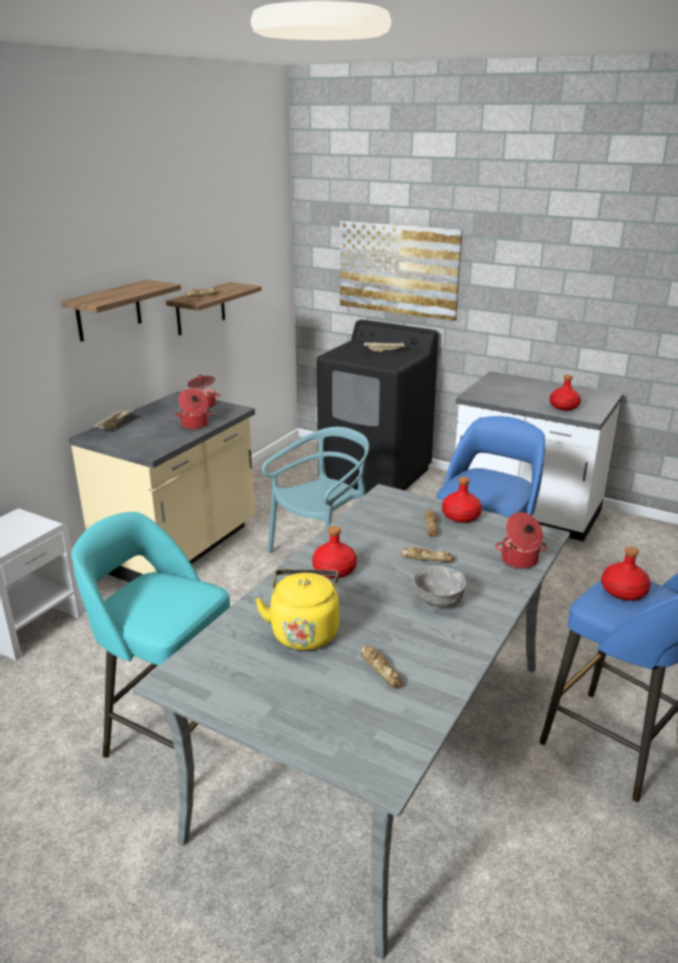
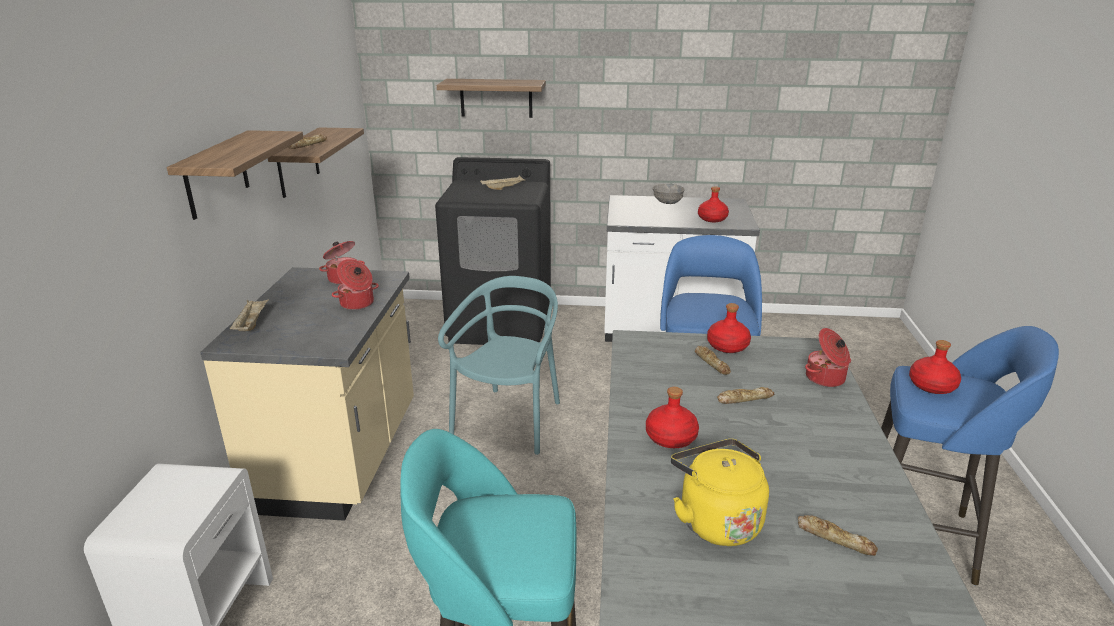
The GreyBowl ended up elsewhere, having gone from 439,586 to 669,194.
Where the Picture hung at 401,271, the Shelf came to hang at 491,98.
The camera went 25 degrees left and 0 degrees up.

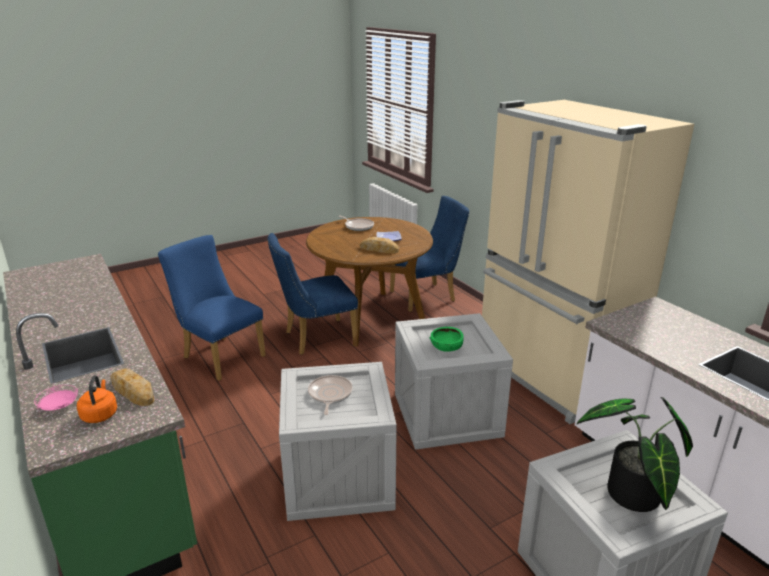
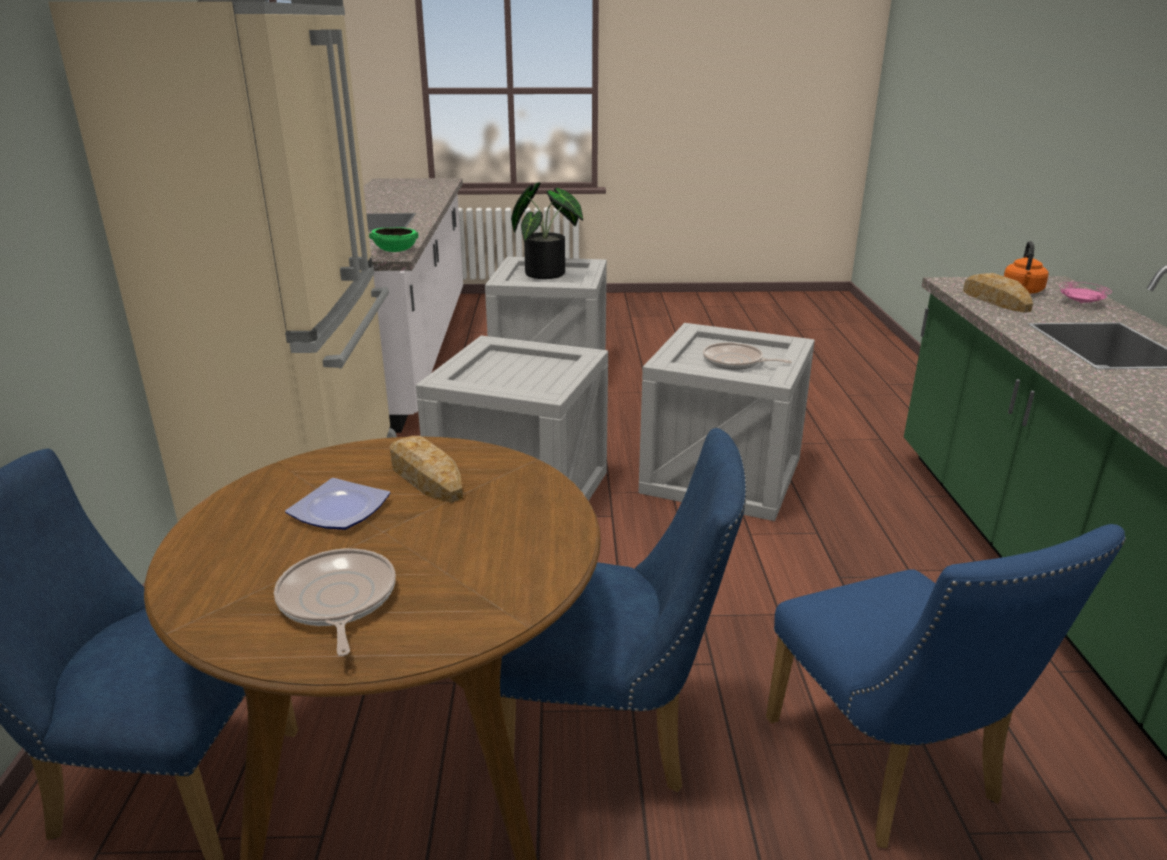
The GreenBowl ended up elsewhere, having gone from 446,339 to 393,239.
The FryingPan at 330,395 ended up facing another way, 90 degrees clockwise from before.
The camera went 150 degrees left and 0 degrees up.

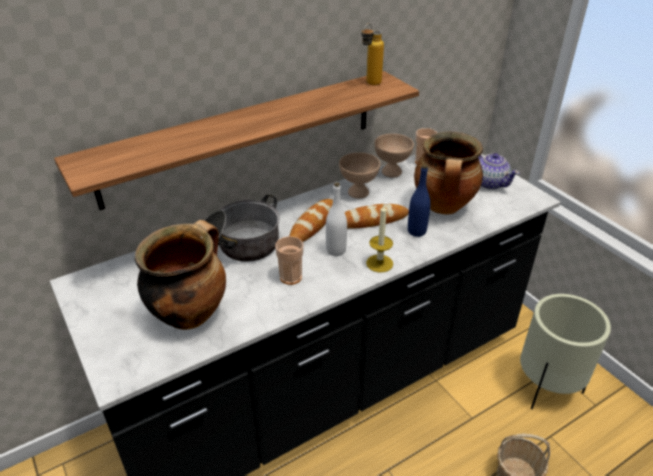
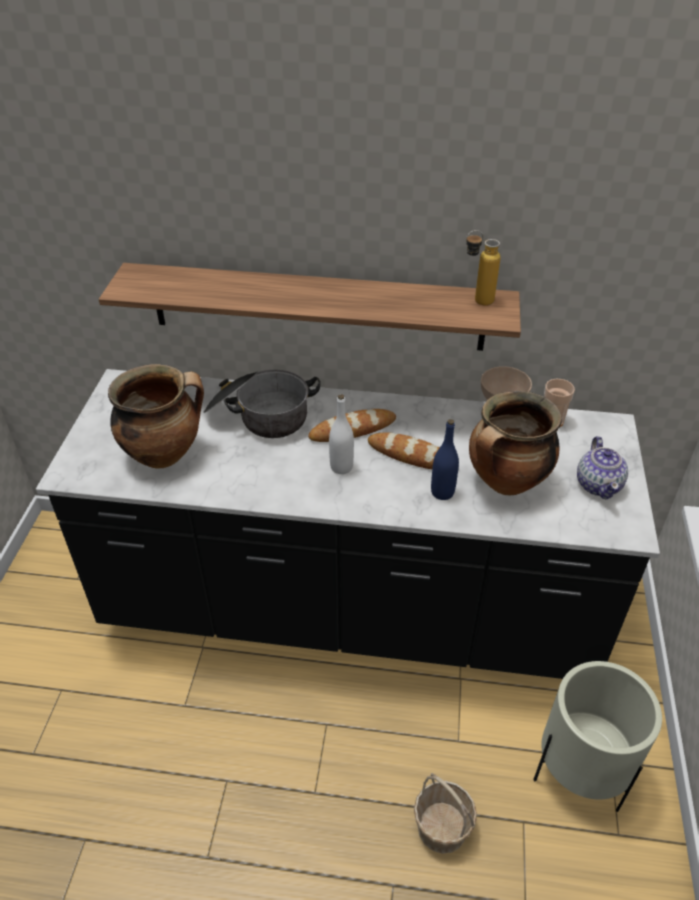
The second view lost the Cup at 289,260.
The second view lost the BeigeBowl at 359,175.
The second view lost the Candle at 379,239.
The camera went 40 degrees right and 5 degrees up.

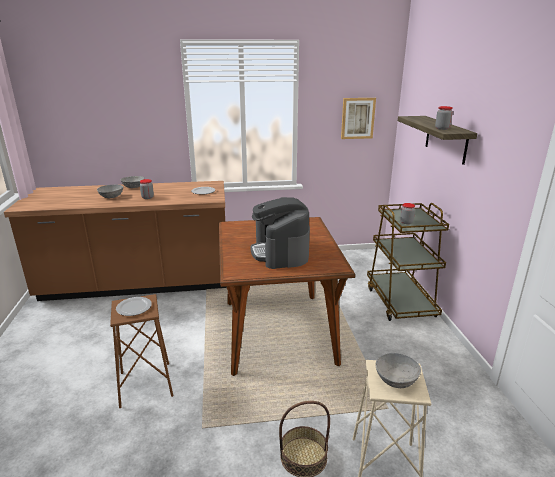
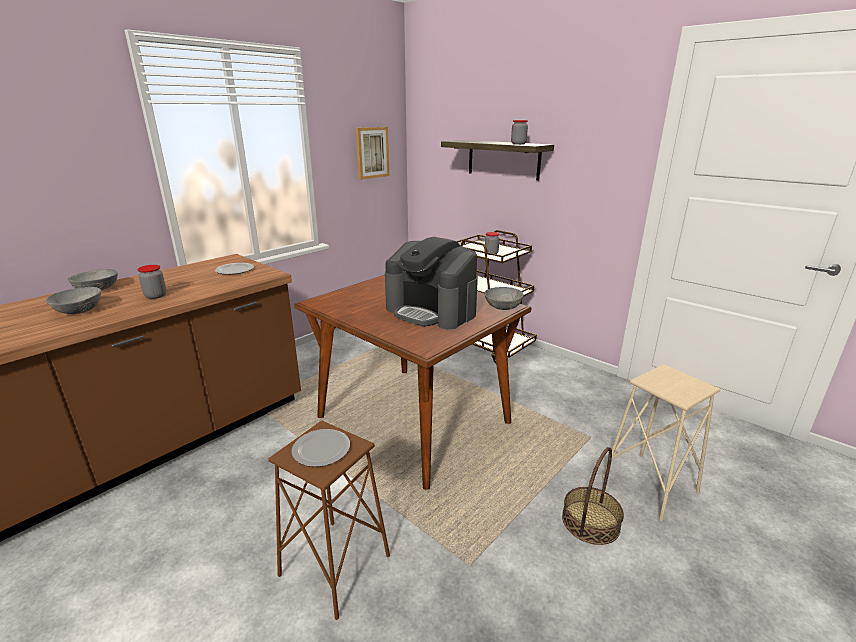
The GreyBowl ended up elsewhere, having gone from 398,370 to 504,298.
The camera went 40 degrees left and 0 degrees up.

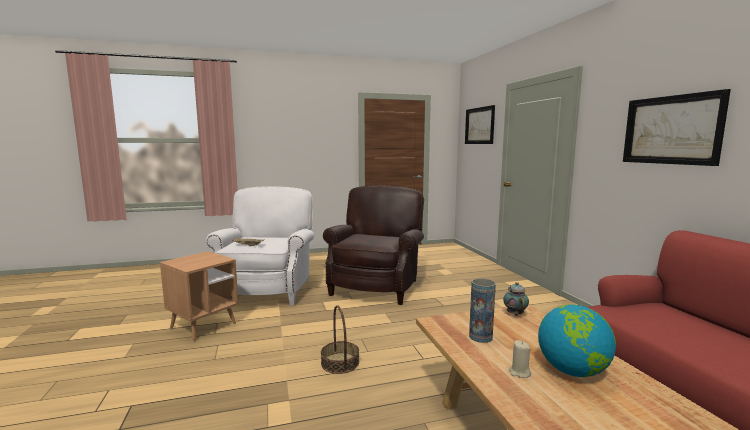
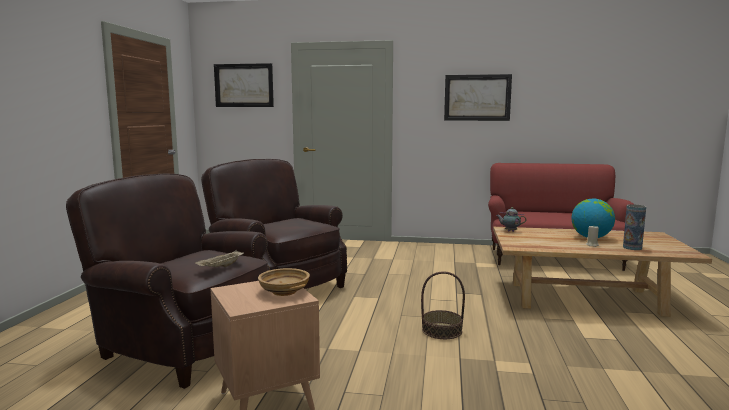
The second view gained the BeigeBowl at 284,282.
The Vase ended up elsewhere, having gone from 482,310 to 634,227.
What was the WhiteArmchair at 260,246 turned into the BrownArmchair at 167,281.
The camera went 65 degrees left and 0 degrees up.

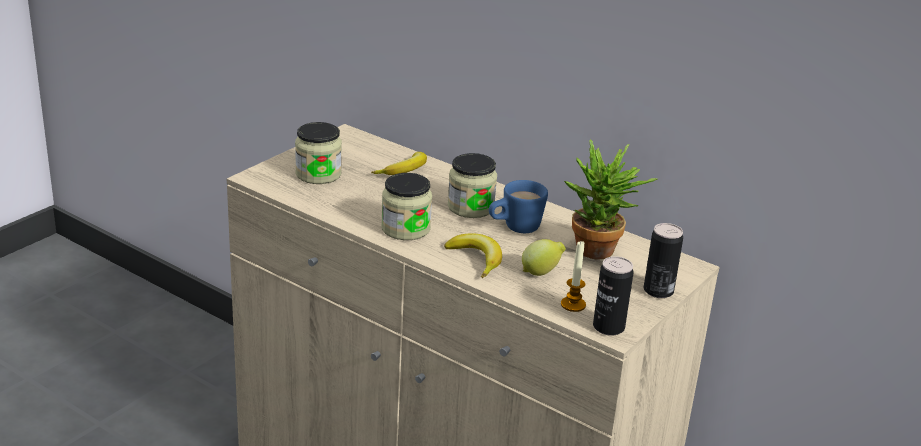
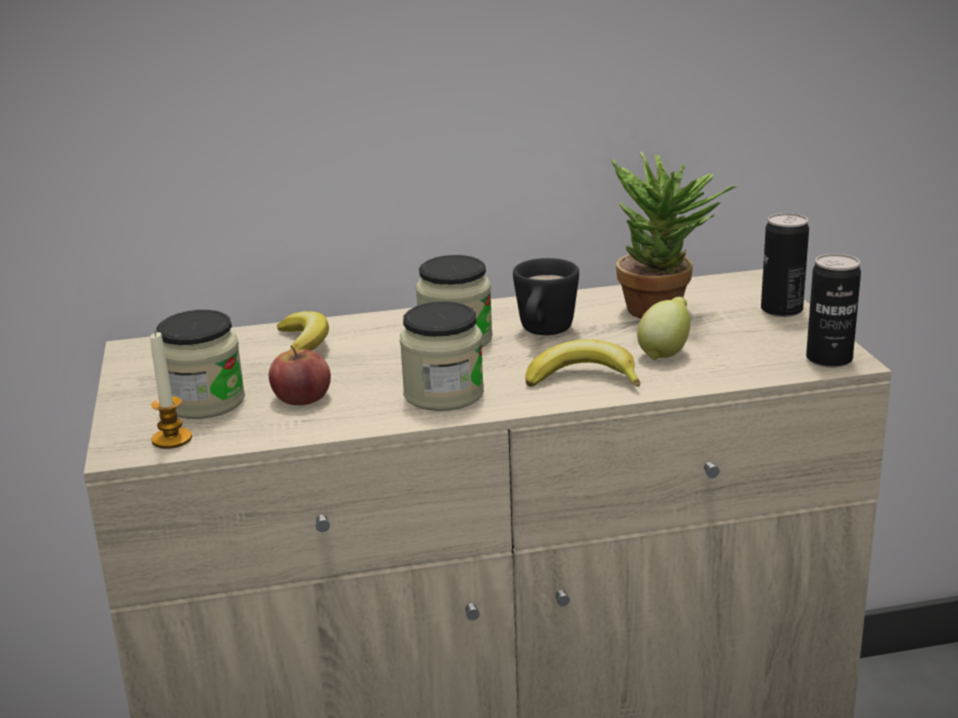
The second view gained the Apple at 300,375.
The Candle ended up elsewhere, having gone from 573,276 to 171,390.
What was the BlueMug at 518,206 turned into the BlackMug at 546,296.
The camera went 45 degrees left and 5 degrees down.

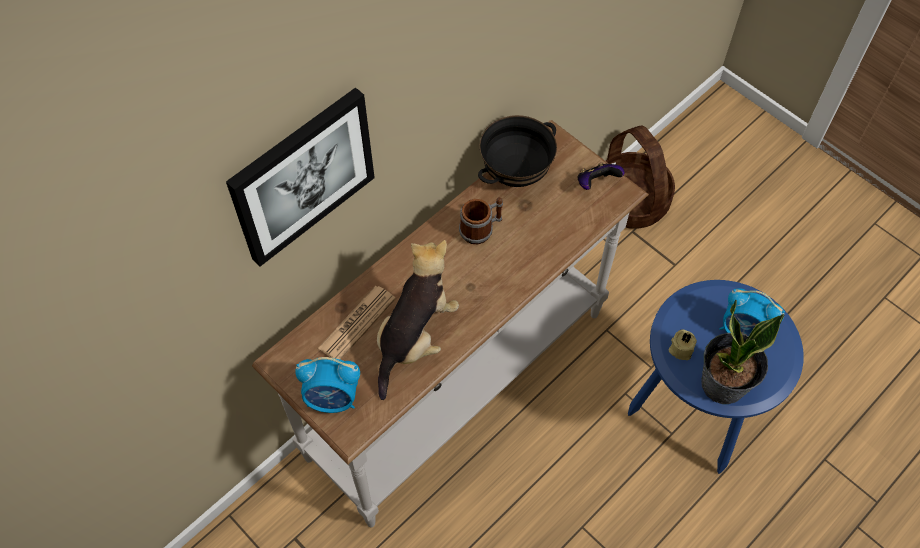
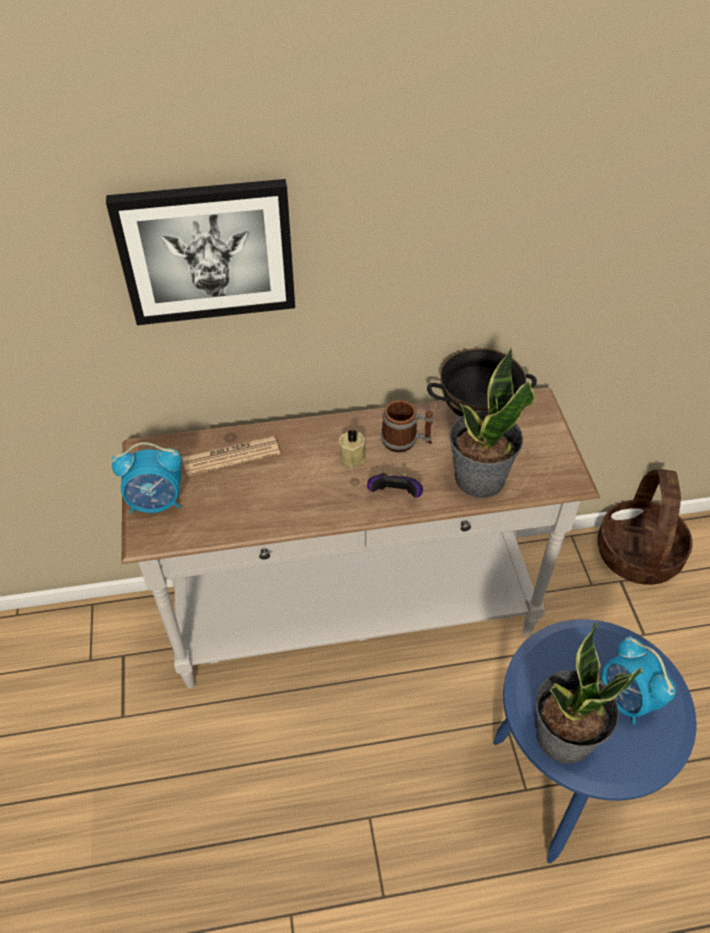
The second view lost the PlushToy at 418,320.
The second view gained the PottedPlant at 492,423.
The GameController ended up elsewhere, having gone from 601,176 to 395,484.
The BeigeCandle ended up elsewhere, having gone from 683,344 to 352,449.
The AlarmClock at 327,385 ended up facing another way, 45 degrees counterclockwise from before.
The camera went 35 degrees right and 10 degrees down.

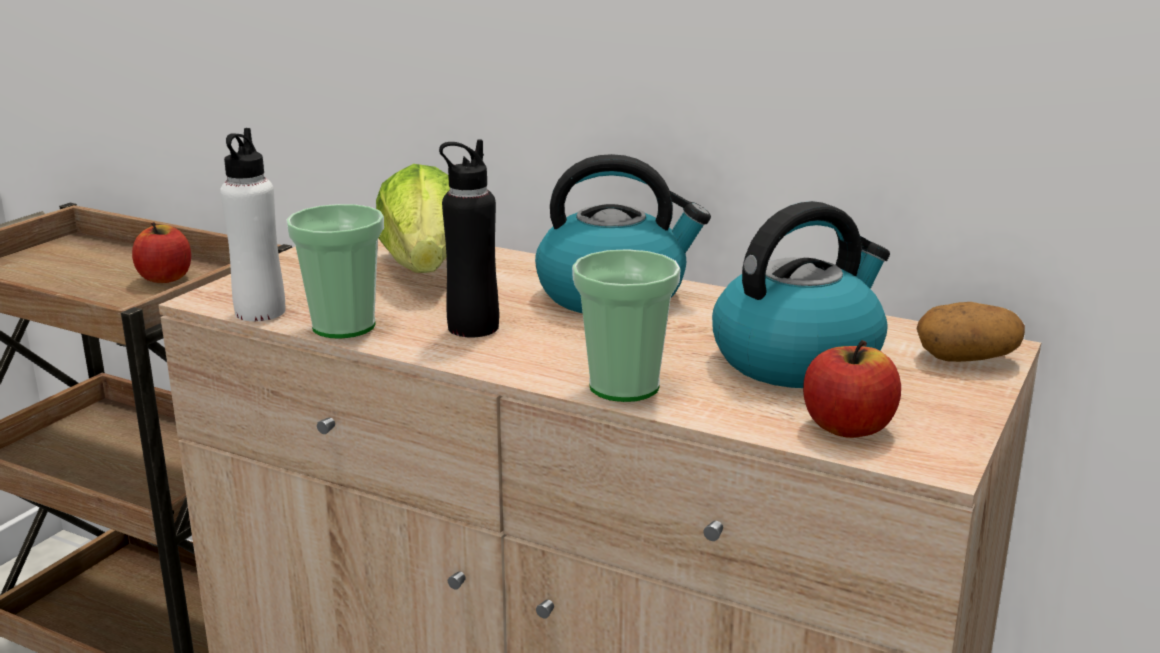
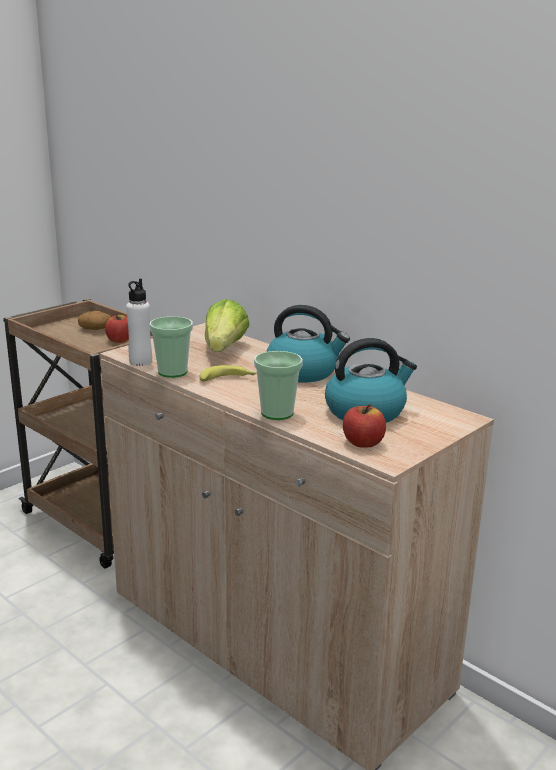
The Potato ended up elsewhere, having gone from 970,332 to 94,320.
Where the BlackBottle stood at 469,238, the Banana came to stand at 228,373.
The camera went 15 degrees right and 0 degrees up.

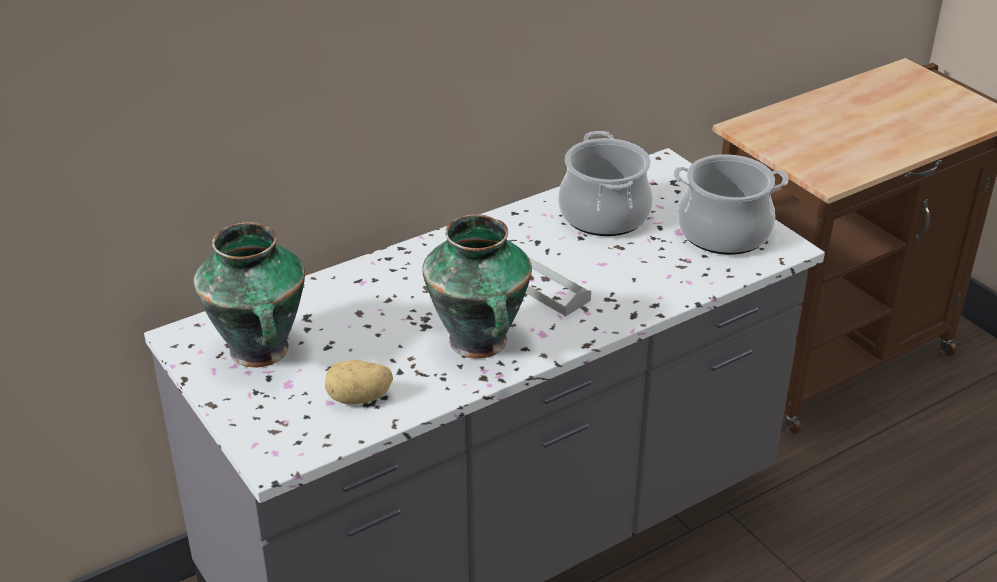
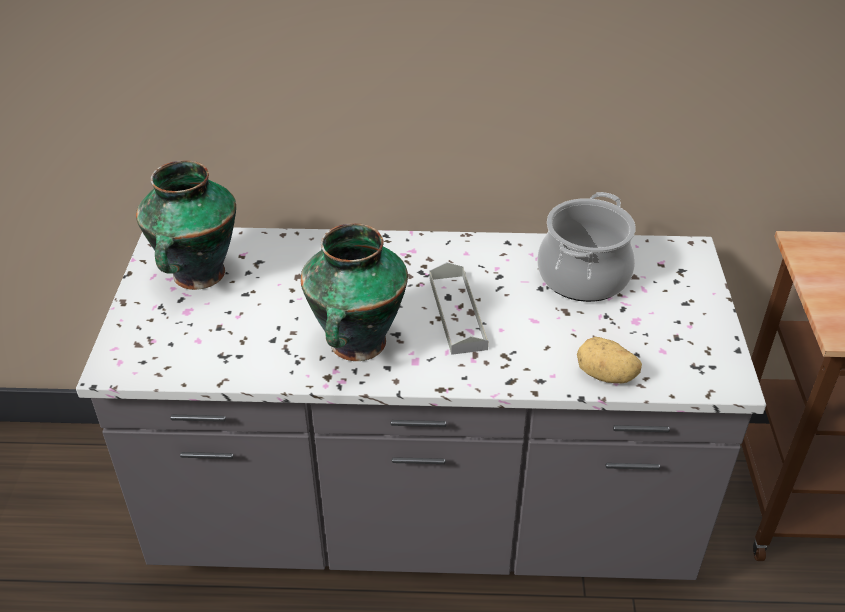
The second view lost the CookingPot at 731,204.
The Potato ended up elsewhere, having gone from 359,382 to 609,360.
The camera went 35 degrees right and 5 degrees up.

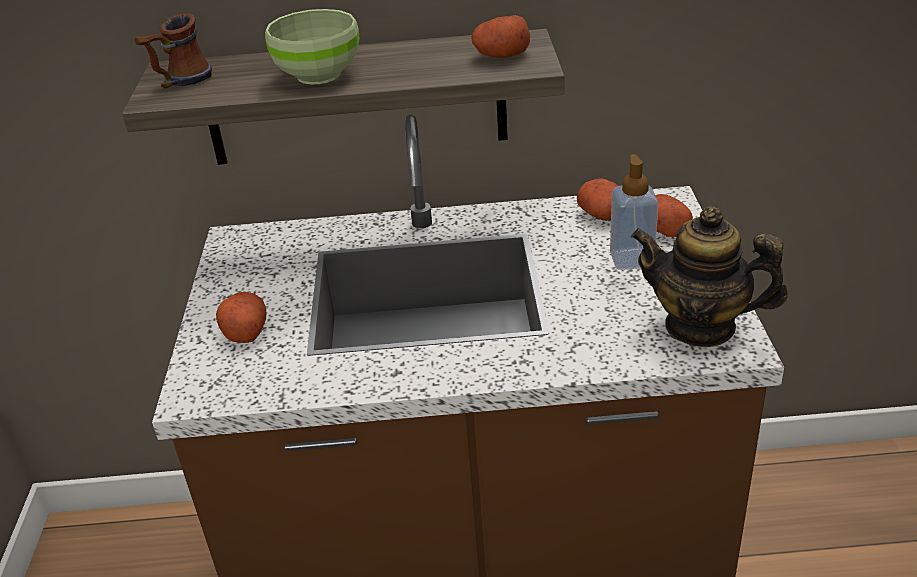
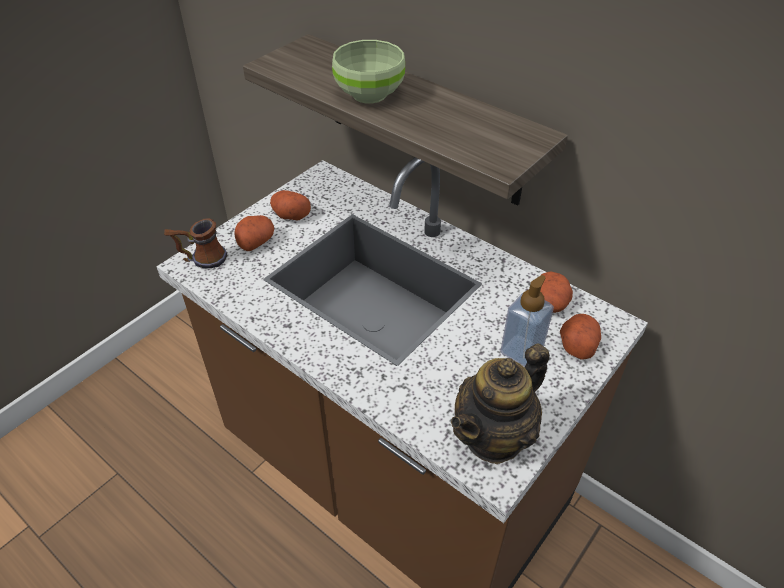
The Mug ended up elsewhere, having gone from 173,51 to 195,243.
The Potato ended up elsewhere, having gone from 500,36 to 290,205.
The Teapot at 709,276 ended up facing another way, 105 degrees counterclockwise from before.
The camera went 40 degrees right and 10 degrees up.

